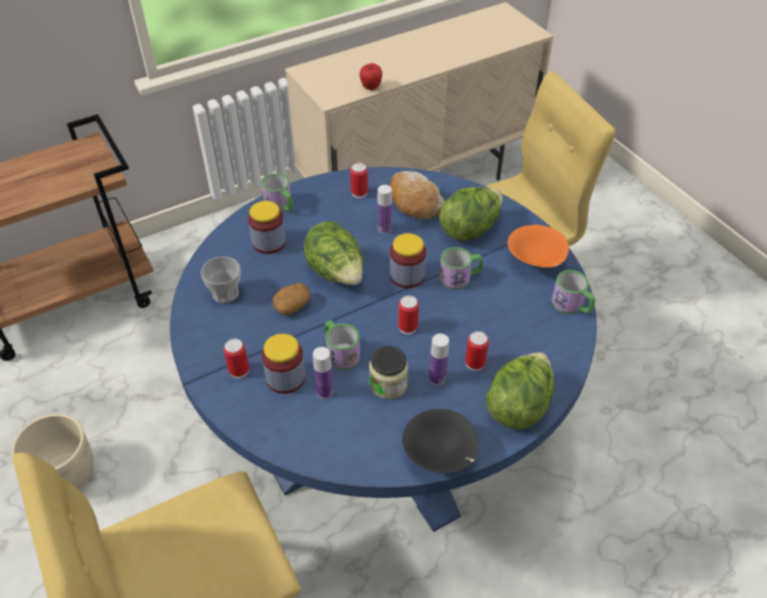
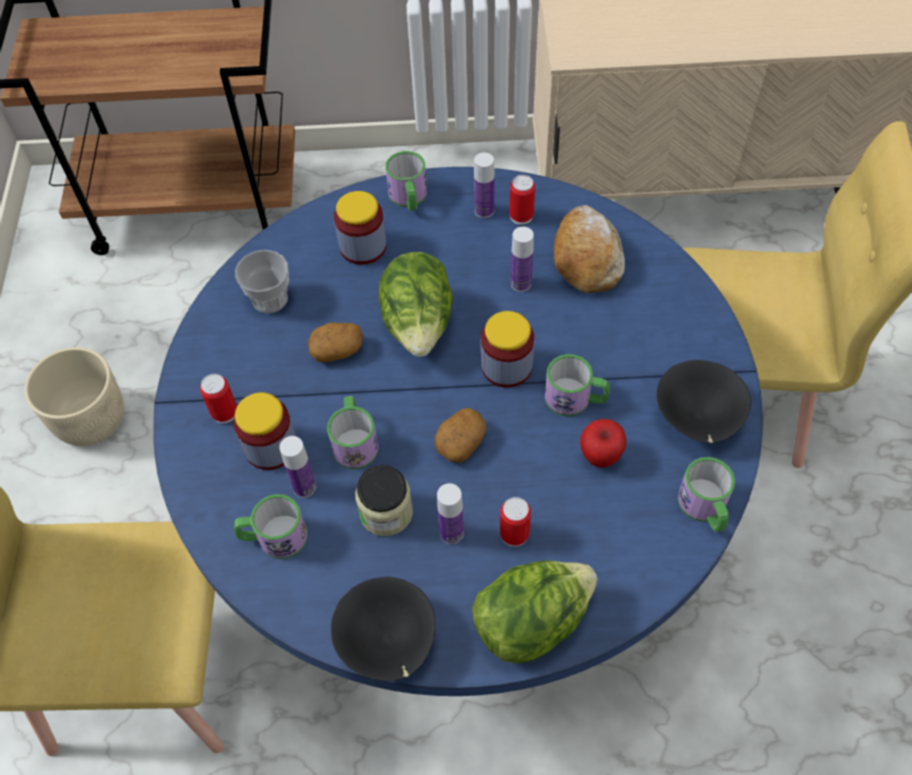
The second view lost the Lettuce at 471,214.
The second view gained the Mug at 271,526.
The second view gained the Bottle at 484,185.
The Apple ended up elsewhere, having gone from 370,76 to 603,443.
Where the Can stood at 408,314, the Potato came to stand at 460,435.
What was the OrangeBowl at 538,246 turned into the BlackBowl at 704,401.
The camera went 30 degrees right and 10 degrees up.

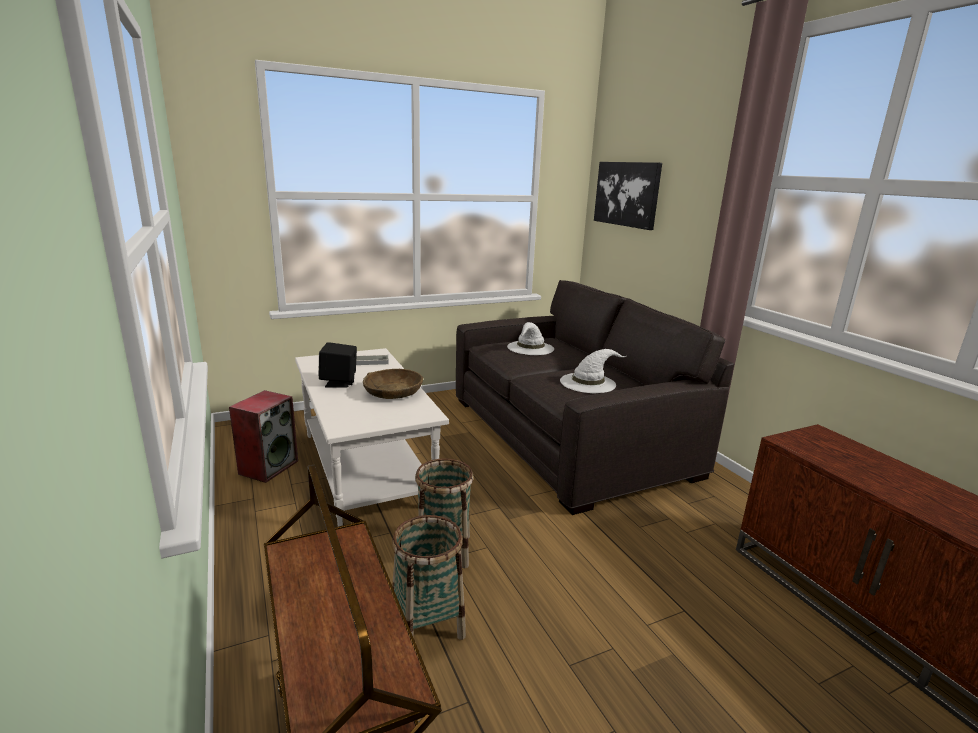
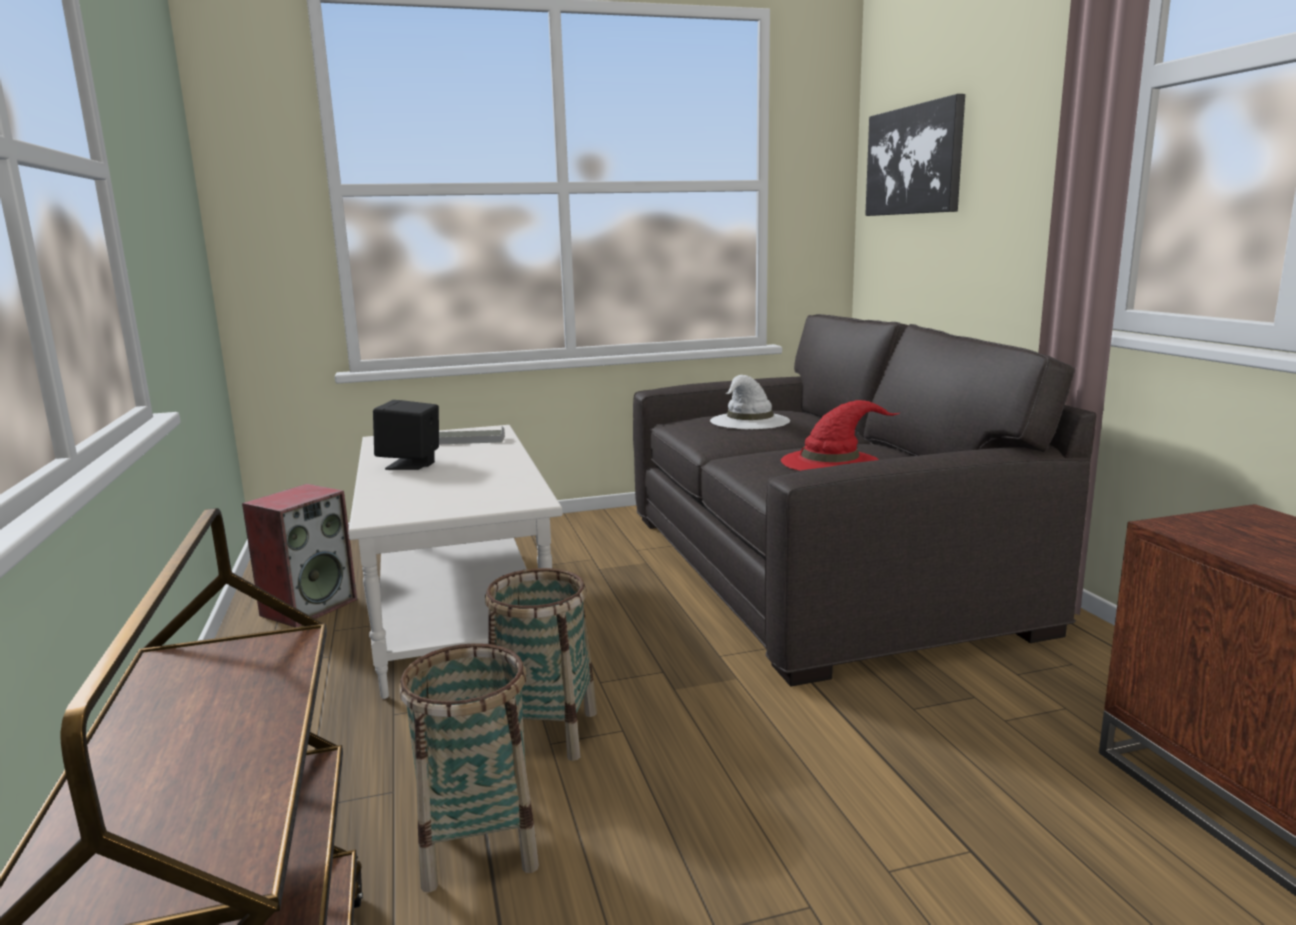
The second view lost the BrownBowl at 393,384.
What was the WhiteHat at 593,371 turned into the RedHat at 840,435.
The camera went 10 degrees right and 5 degrees down.

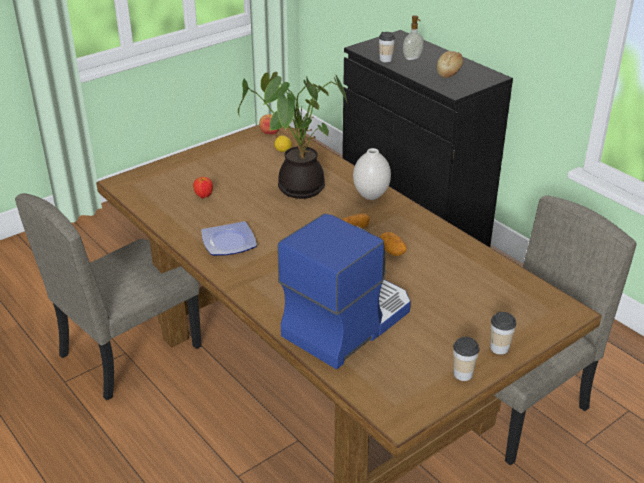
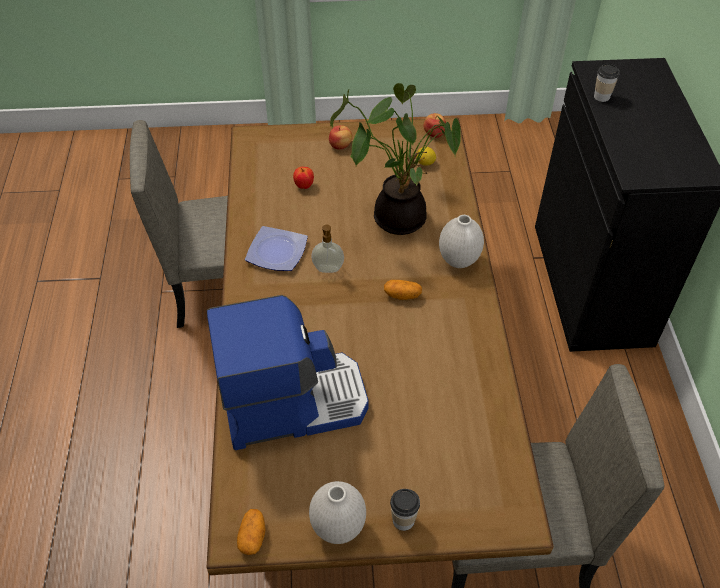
The second view lost the Bread at 450,64.
The second view gained the Apple at 341,137.
The Potato ended up elsewhere, having gone from 393,244 to 251,532.
The SoapDispenser ended up elsewhere, having gone from 413,37 to 327,249.
Where the Cup stood at 466,359, the WhiteVase came to stand at 337,512.
The camera went 35 degrees right and 15 degrees up.

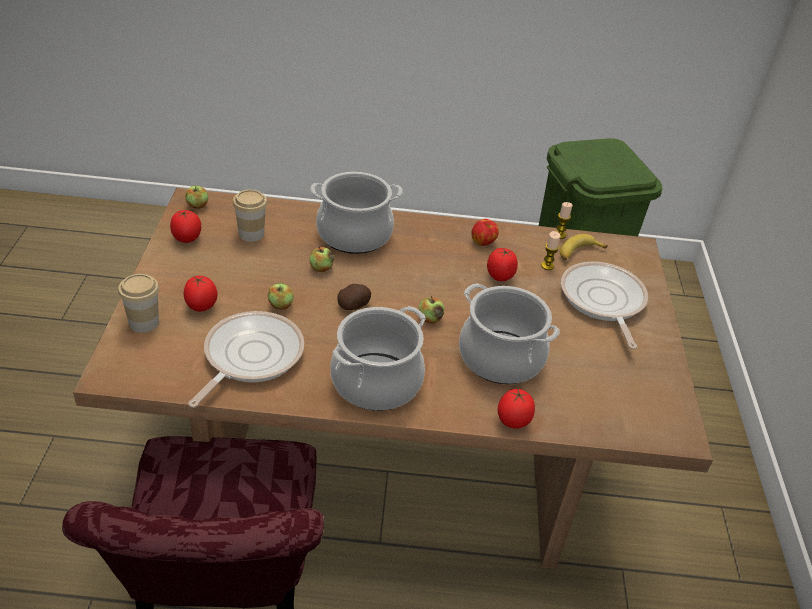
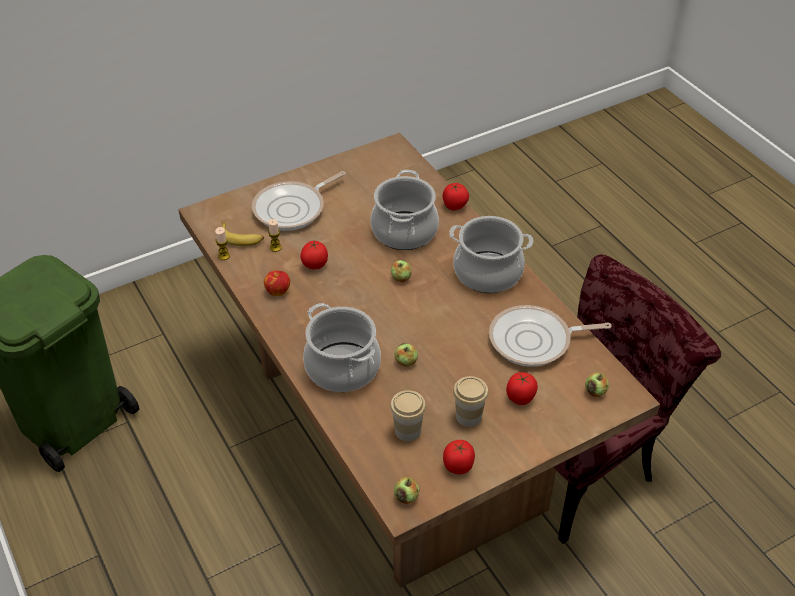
The second view lost the Potato at 354,297.
The Cup ended up elsewhere, having gone from 138,303 to 470,401.
The Apple ended up elsewhere, having gone from 280,296 to 597,384.
The camera went 120 degrees left and 5 degrees up.

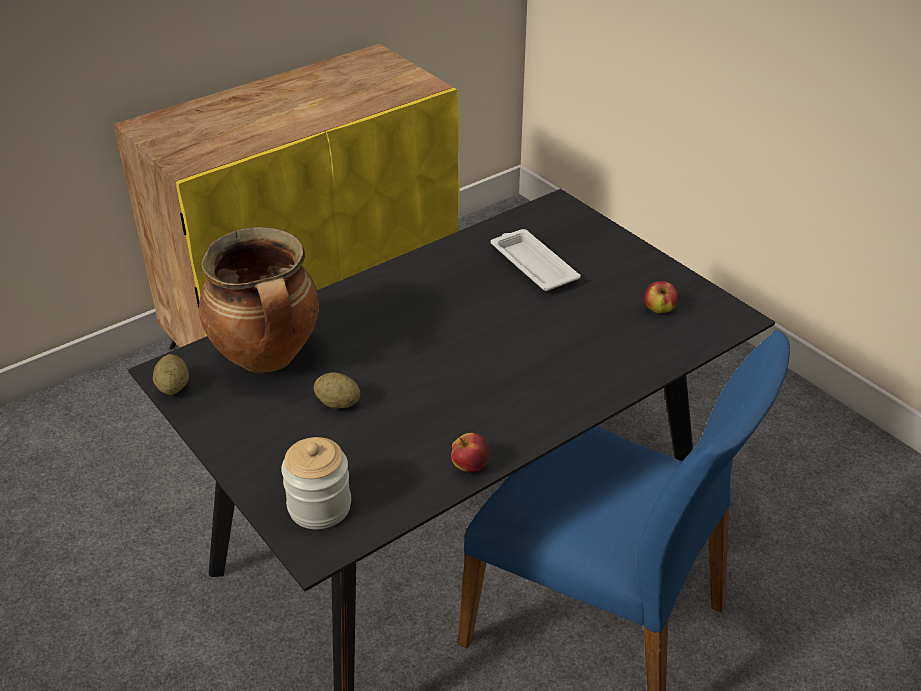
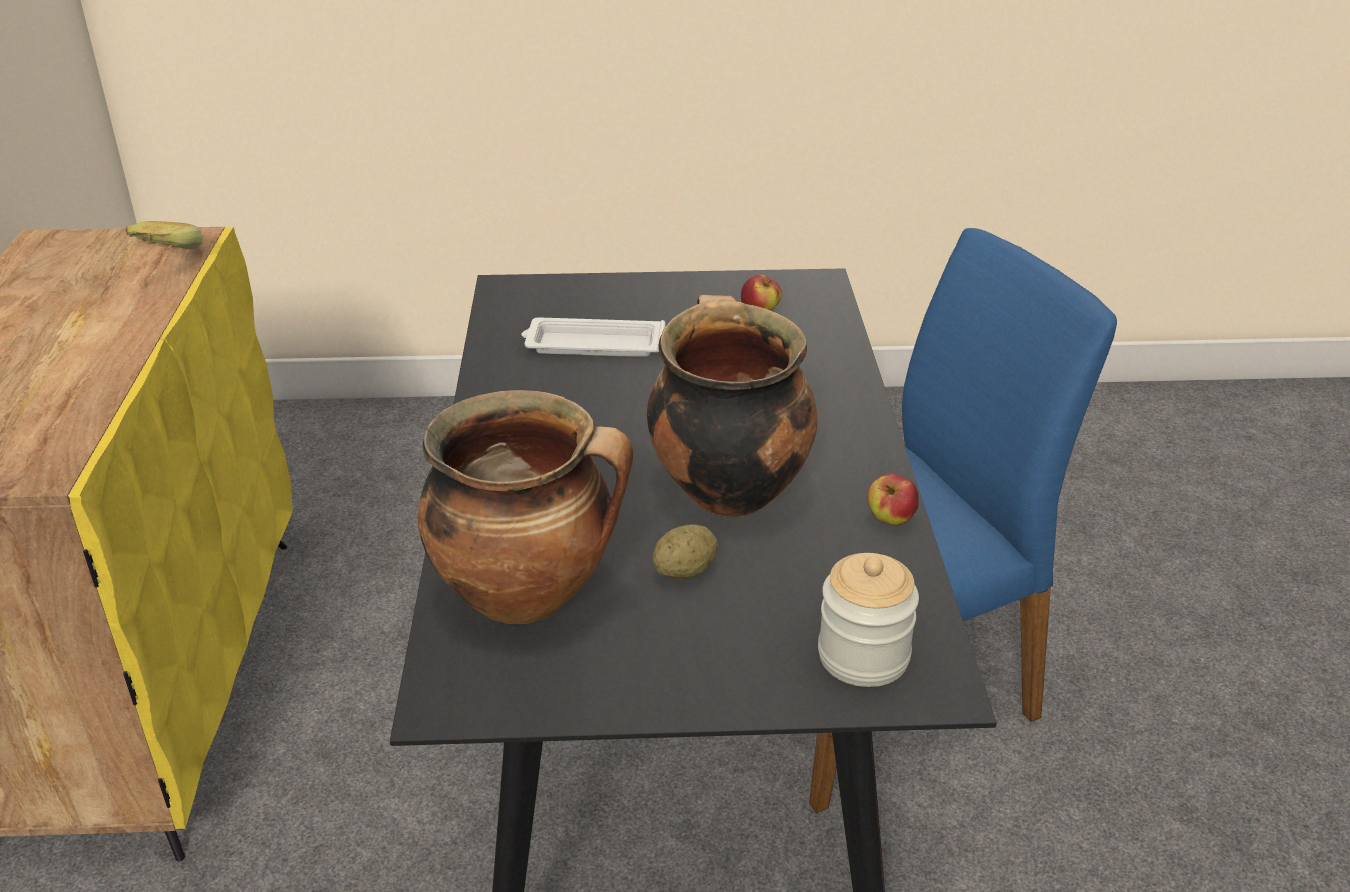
The second view lost the Potato at 171,374.
The second view gained the Banana at 164,235.
The second view gained the CookingPot at 732,406.
The camera went 55 degrees left and 5 degrees down.

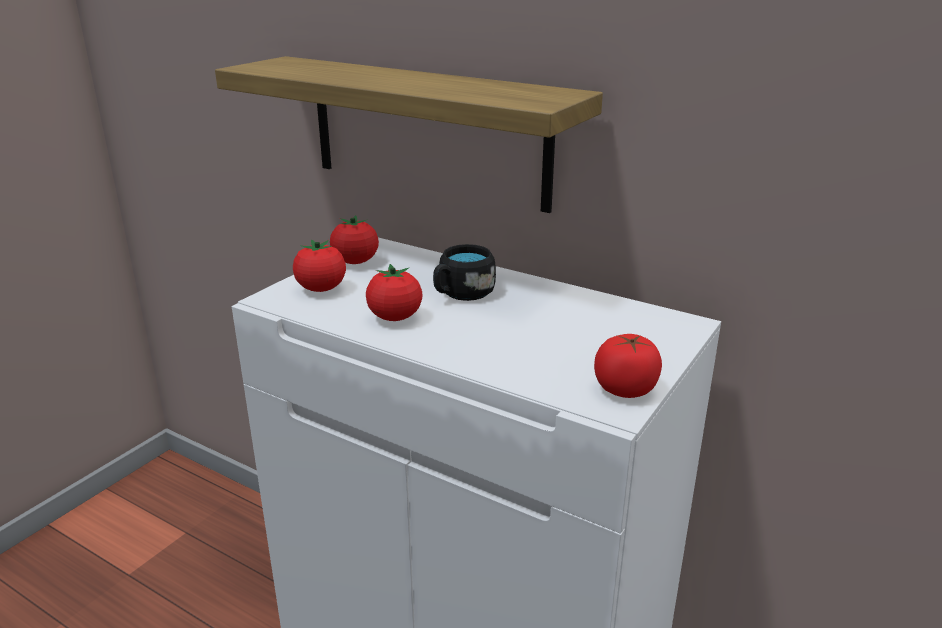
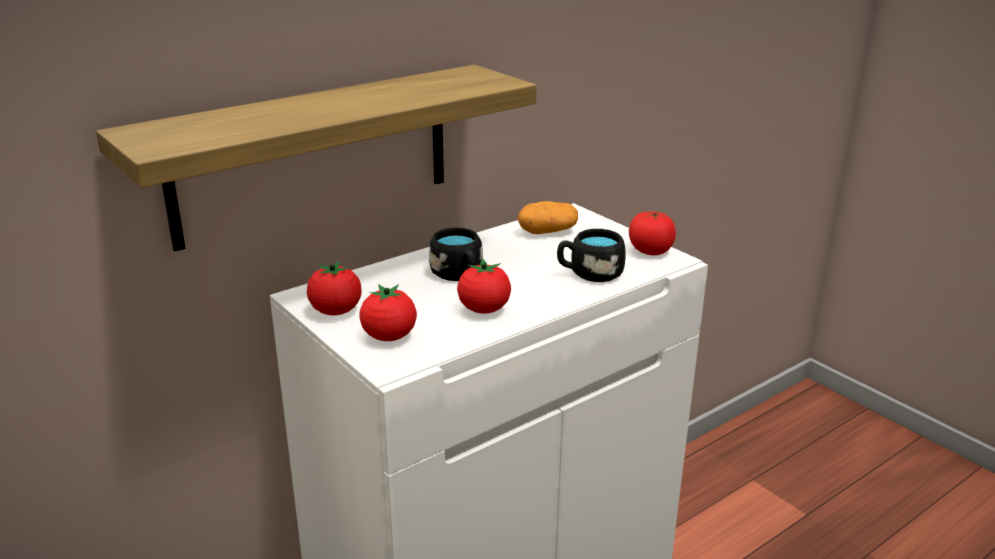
The second view gained the Potato at 547,217.
The second view gained the BlackMug at 591,255.
The camera went 70 degrees left and 0 degrees up.

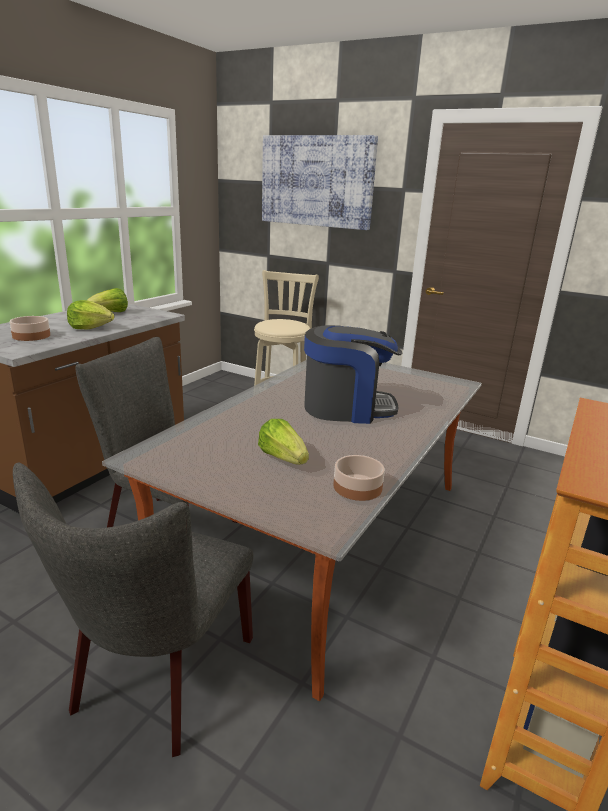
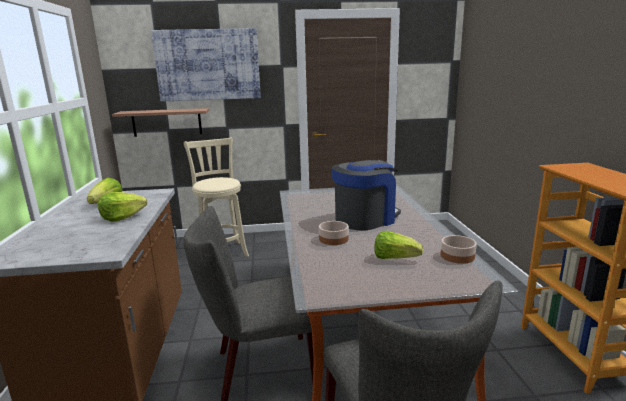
The second view gained the Shelf at 161,122.
The Bowl ended up elsewhere, having gone from 29,328 to 334,233.
The camera went 35 degrees left and 5 degrees down.

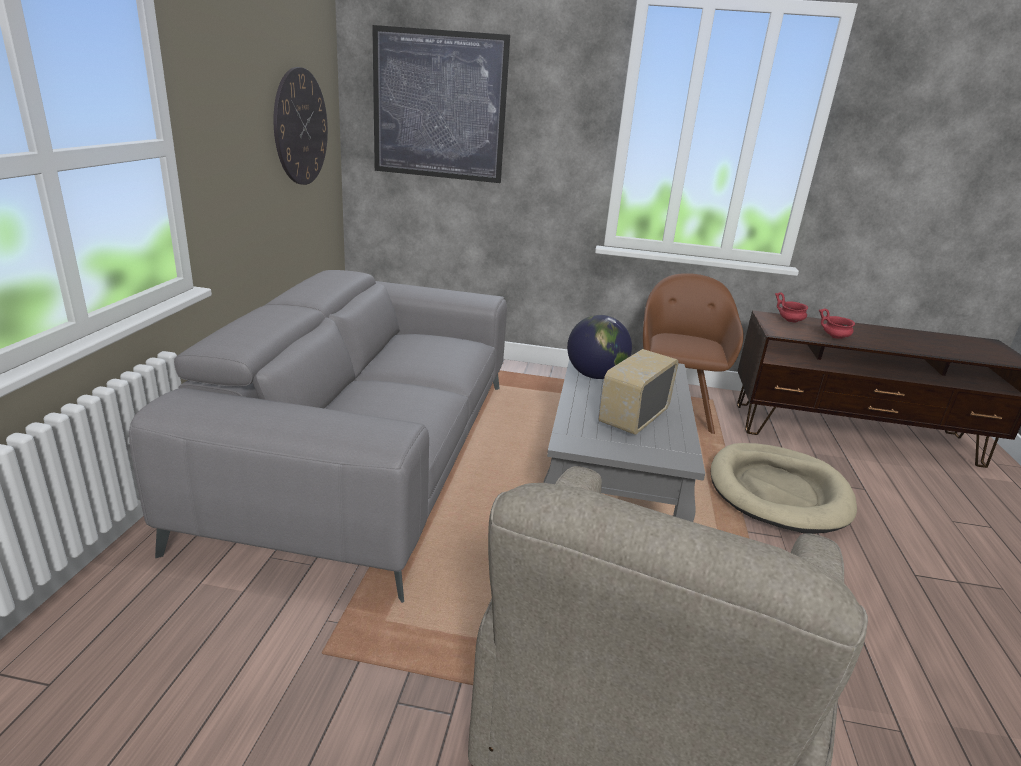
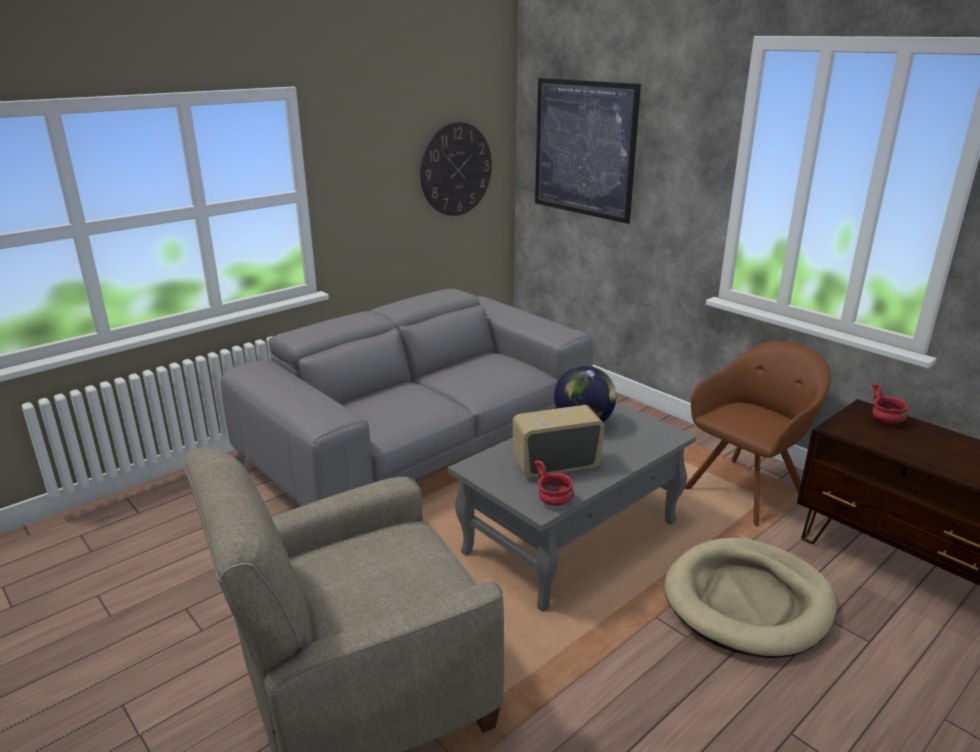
The RedBowl ended up elsewhere, having gone from 837,324 to 554,483.
The camera went 40 degrees right and 0 degrees up.

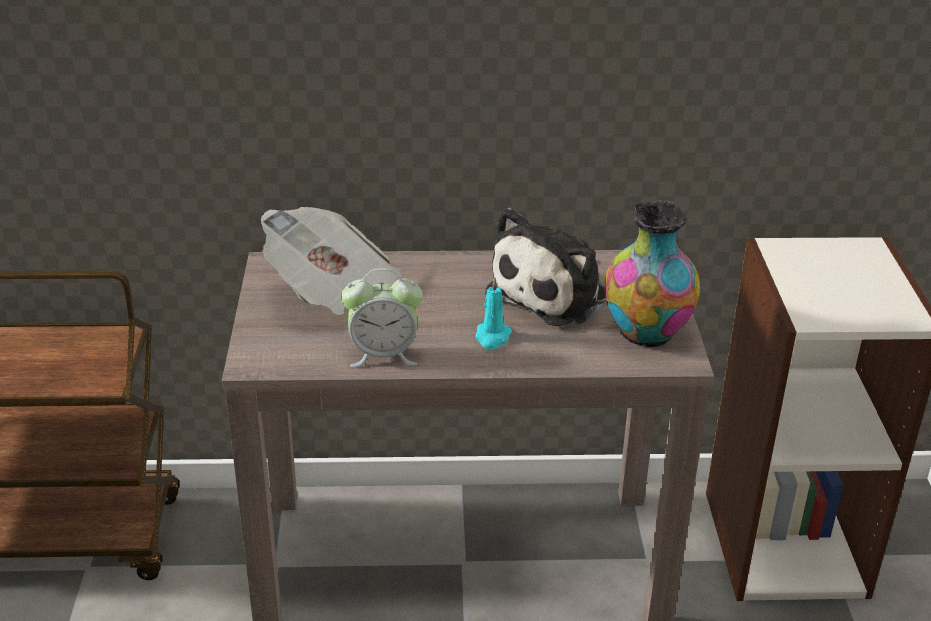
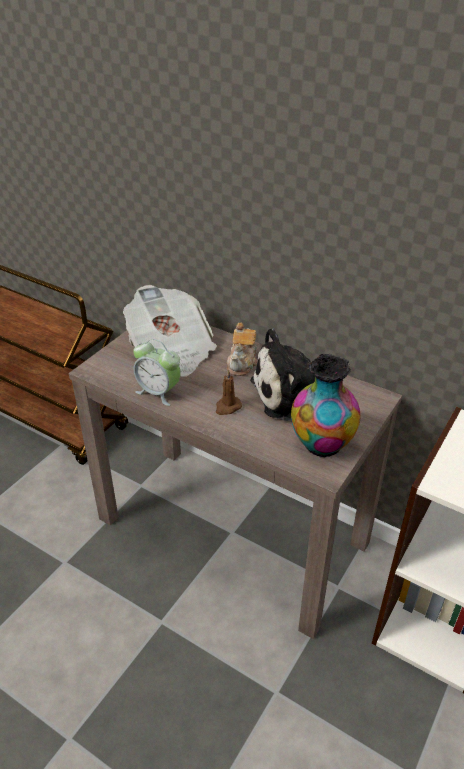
The second view gained the Teapot at 242,349.
What was the TurquoiseCandle at 493,313 turned into the BrownCandle at 229,392.
The camera went 35 degrees right and 5 degrees up.

